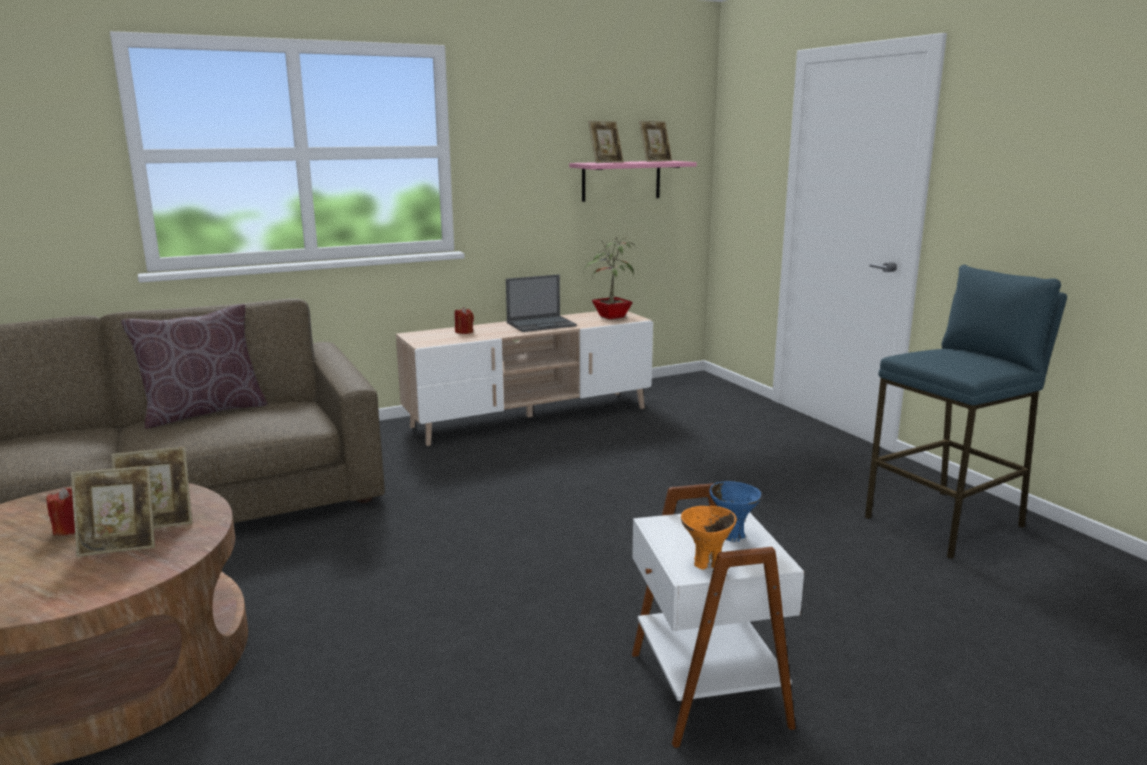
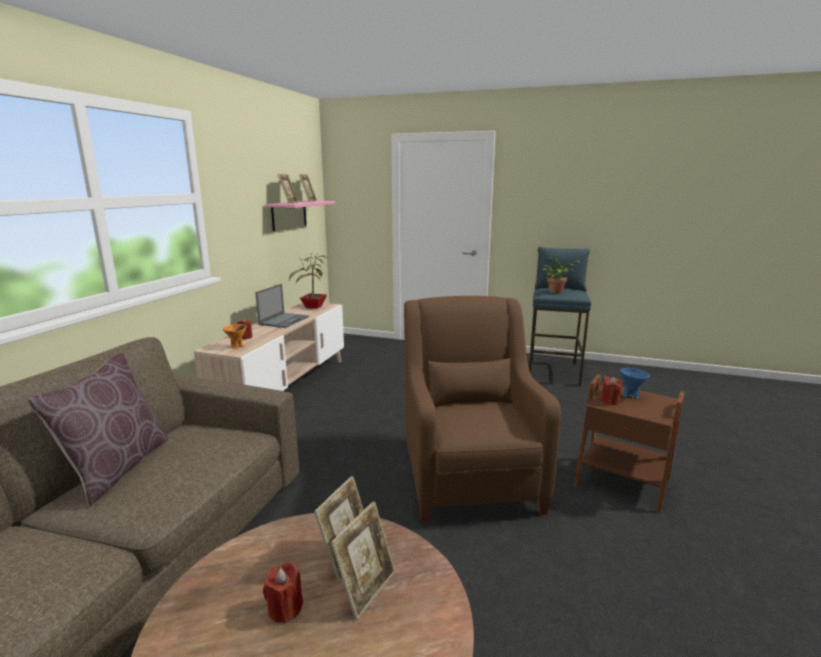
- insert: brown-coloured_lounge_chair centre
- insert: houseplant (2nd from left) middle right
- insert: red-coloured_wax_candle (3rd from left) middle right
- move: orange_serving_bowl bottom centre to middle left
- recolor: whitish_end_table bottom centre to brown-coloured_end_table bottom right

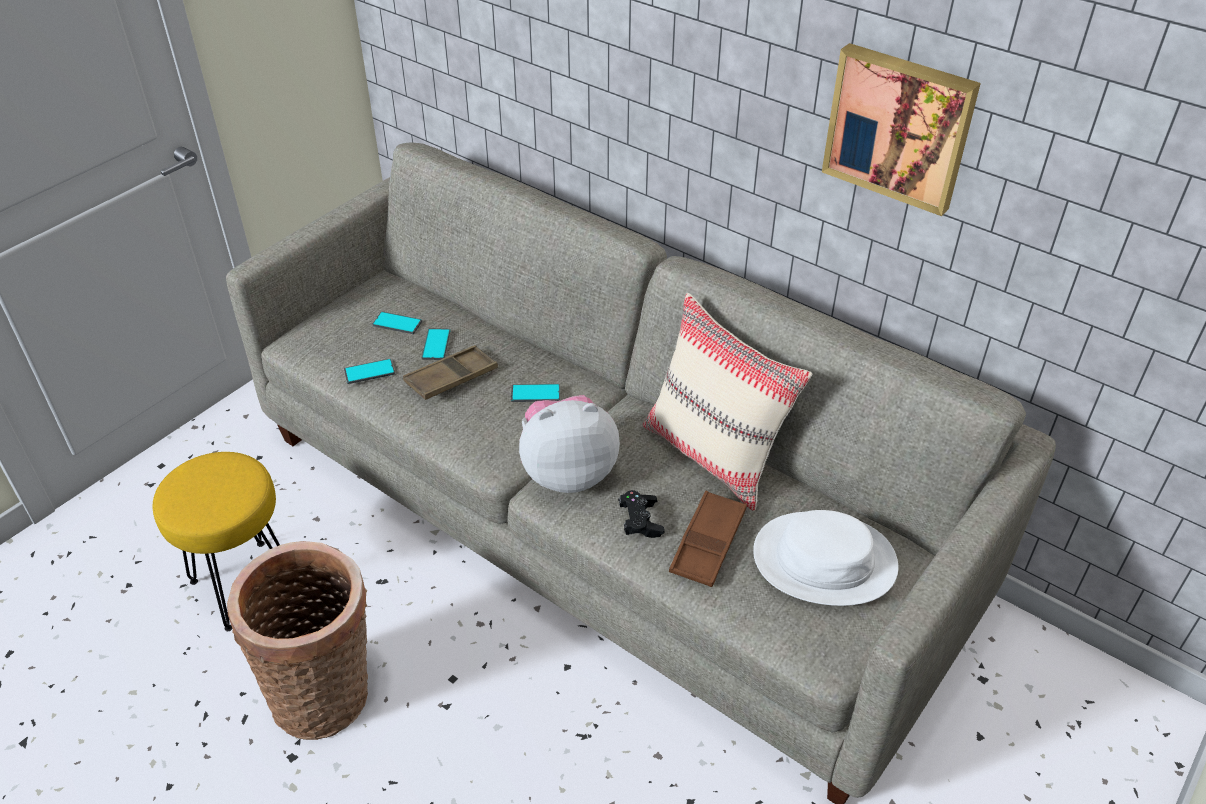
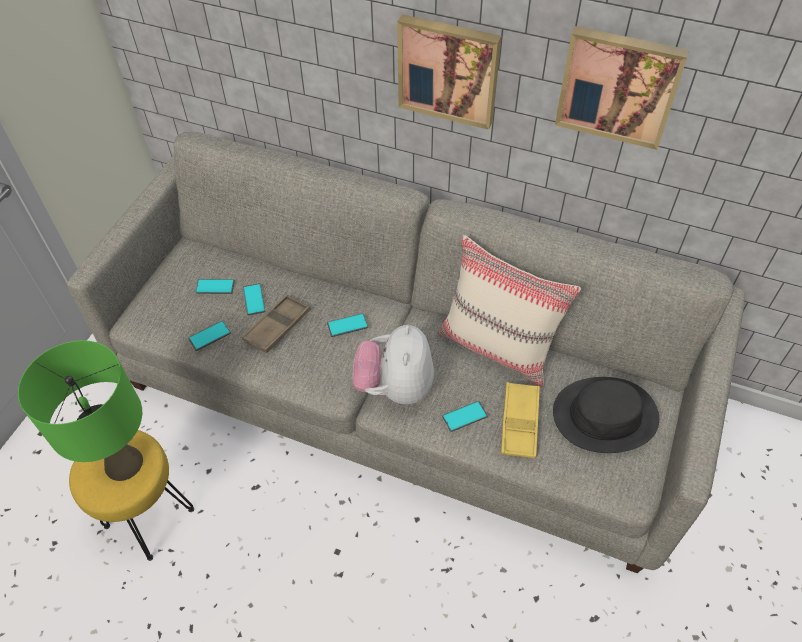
- delete: storage_basket bottom left
- insert: greenish_table_lamp middle left
- insert: wall_picture (1st from left) top centre
- replace: black-coloured_joypad centre to telephone (5th from left) centre
- recolor: brown-coloured_tray (2nd from left) bottom centre to yellow_tray centre
- recolor: whitish_wearable_hat bottom right to black-coloured_wearable_hat middle right
- rotate: cuddly_toy centre = centre 60 degrees counterclockwise

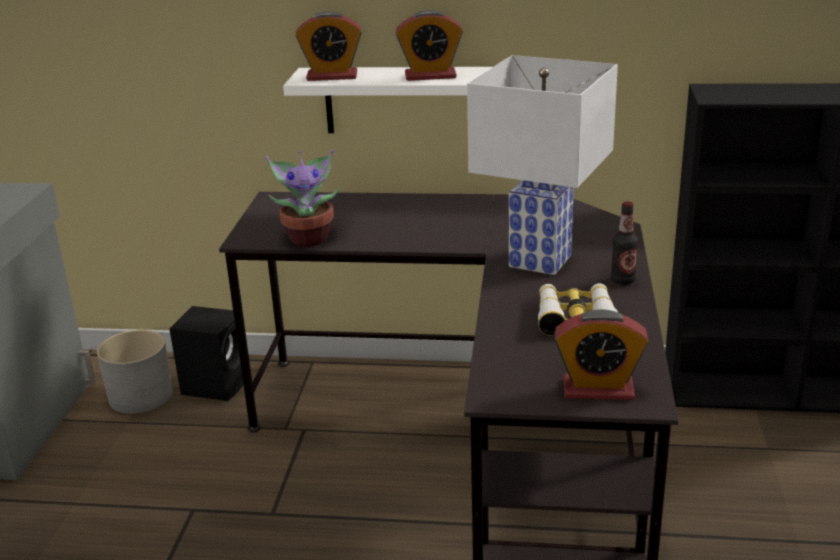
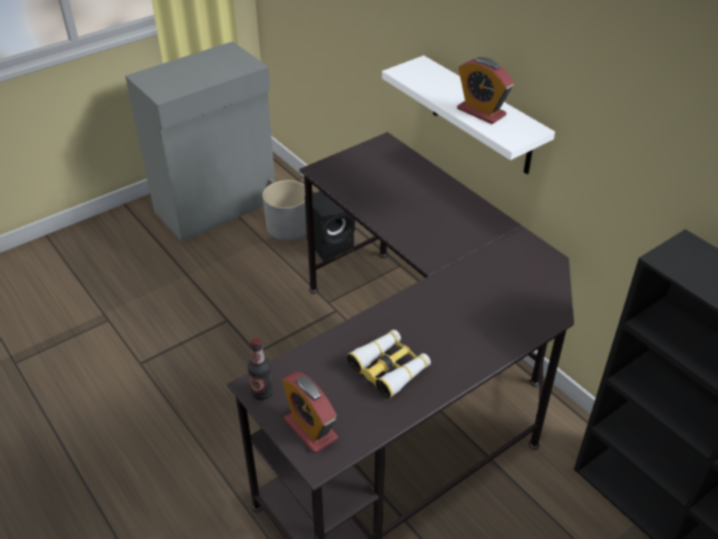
- delete: houseplant centre
- delete: alarm_clock (1st from left) top centre
- delete: whitish_table_lamp top centre
- move: drink_bottle middle right to bottom centre

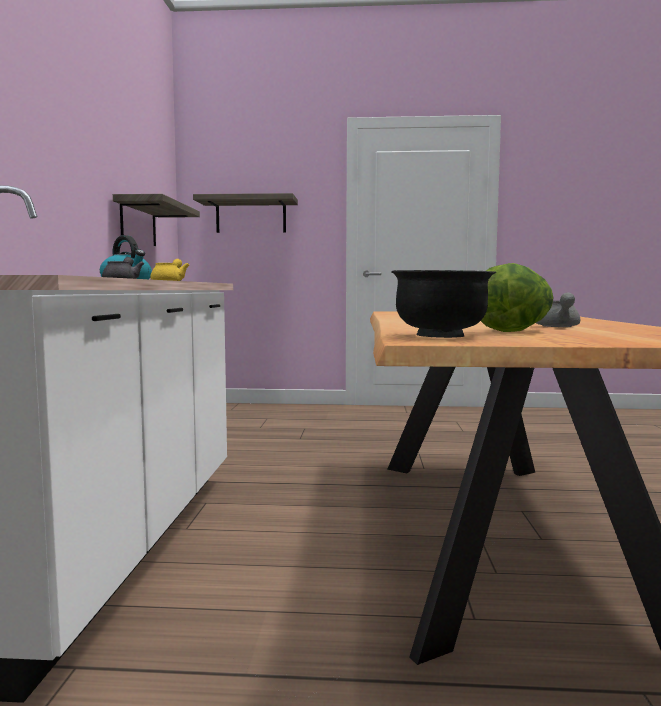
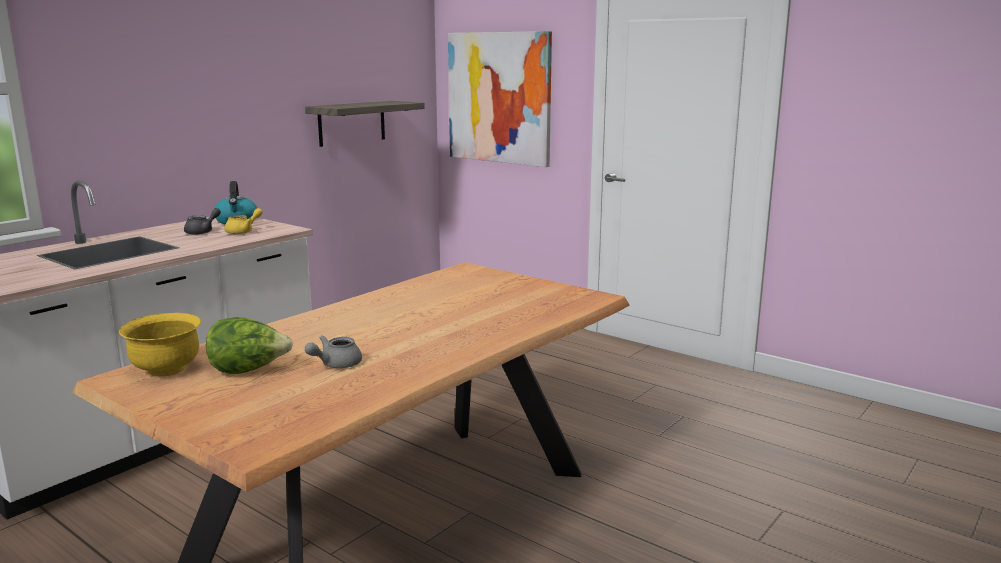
- replace: bracket_shelf (2nd from left) top centre to wall_picture top centre
- recolor: black-coloured_serving_bowl middle right to yellow_serving_bowl middle left

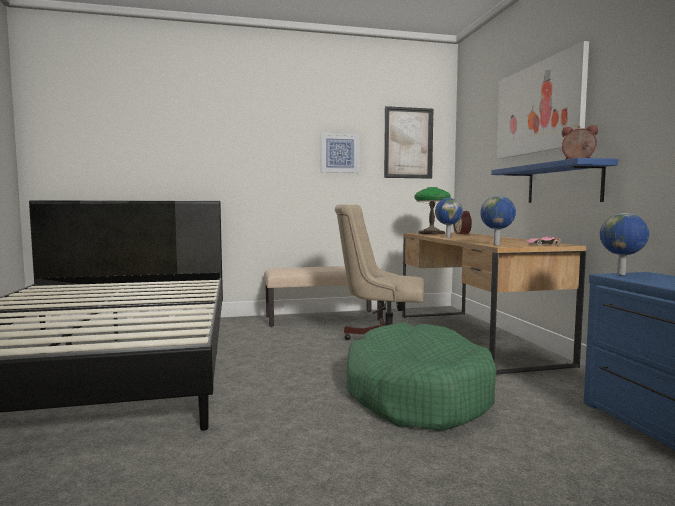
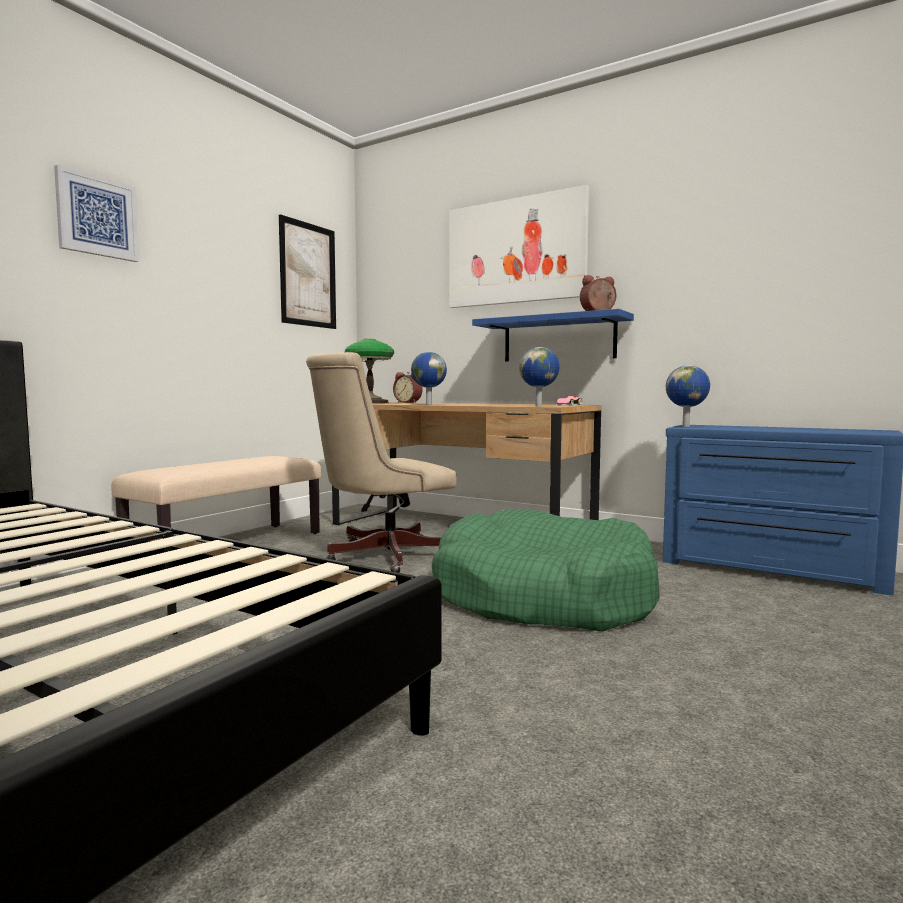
- move: wall_picture (1st from left) top centre to top left

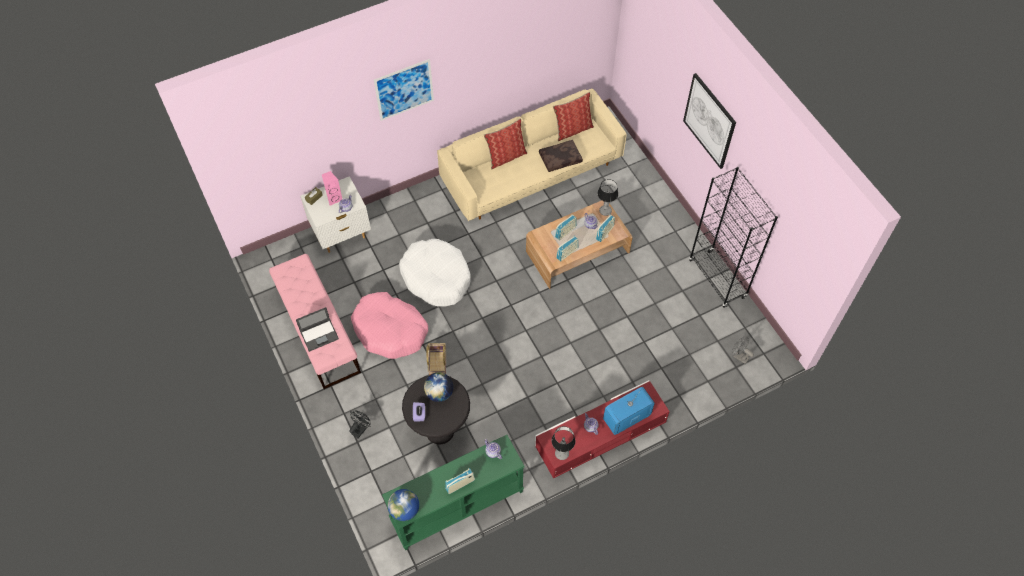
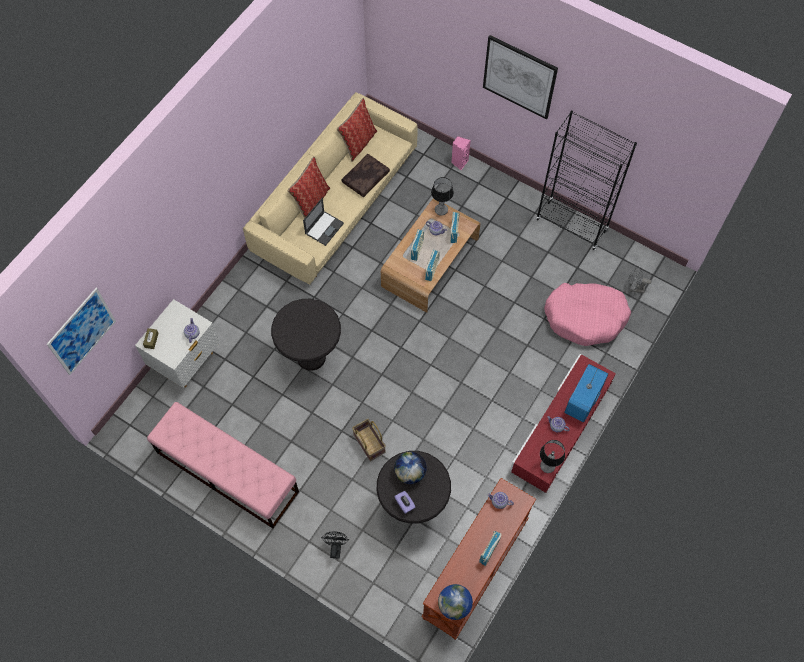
- move: notebook_computer middle left to centre
- move: pinkish_loudspeaker top left to top centre
- move: pinkish_dog_cushion centre to middle right
- move: wall_picture (1st from left) top centre to middle left
- replace: whitish_dog_cushion centre to black-coloured_end_table (1st from left) centre
- recolor: greenish_console_table bottom centre to brown-coloured_console_table bottom centre

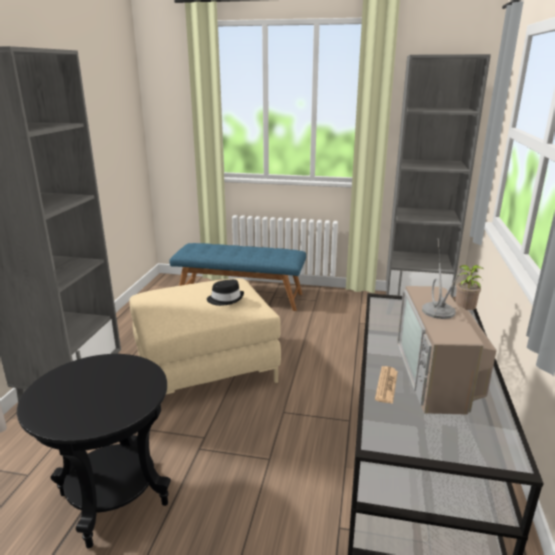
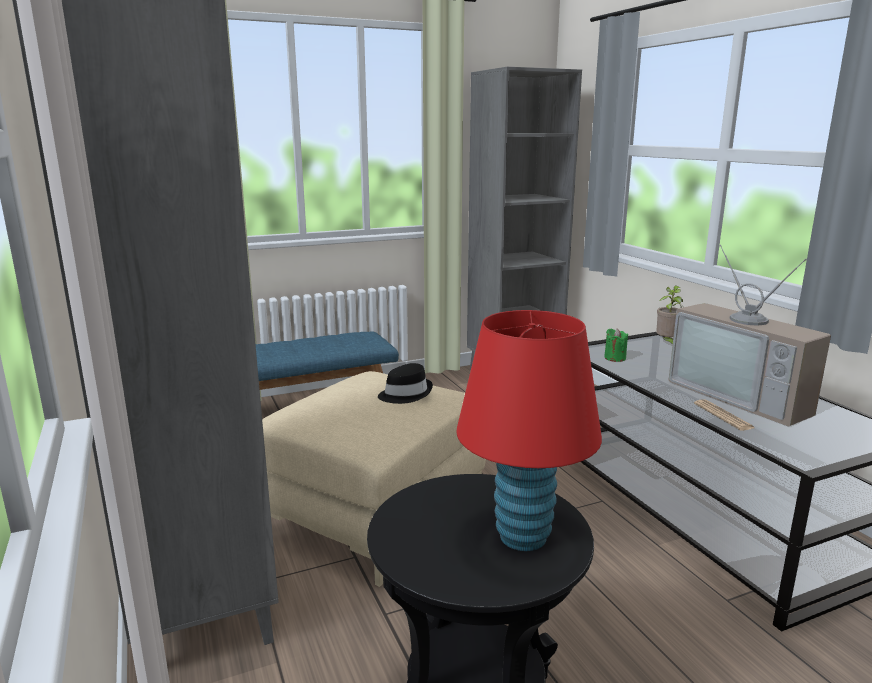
- insert: red-coloured_table_lamp centre
- insert: greenish_wax_candle middle right

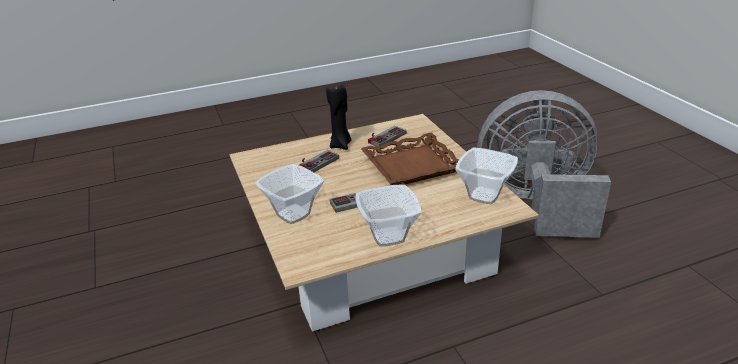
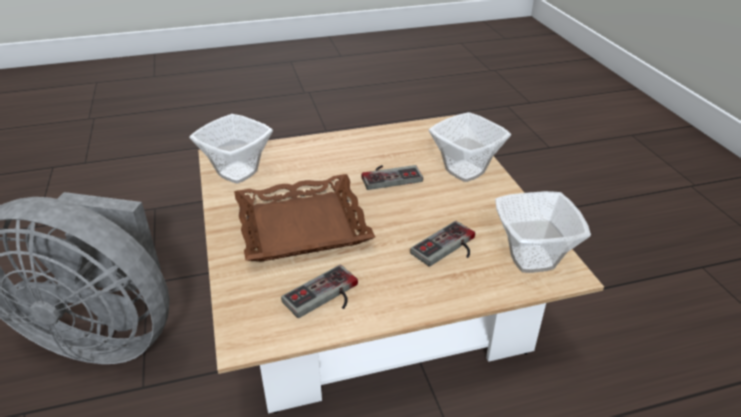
- delete: black-coloured_wax_candle top centre
- move: serving_bowl (2nd from left in the first image) centre to serving_bowl (3rd from left) middle right

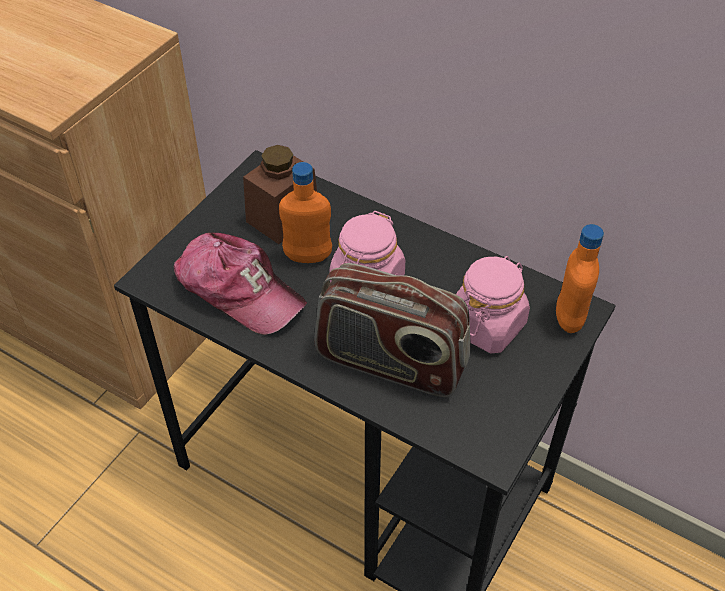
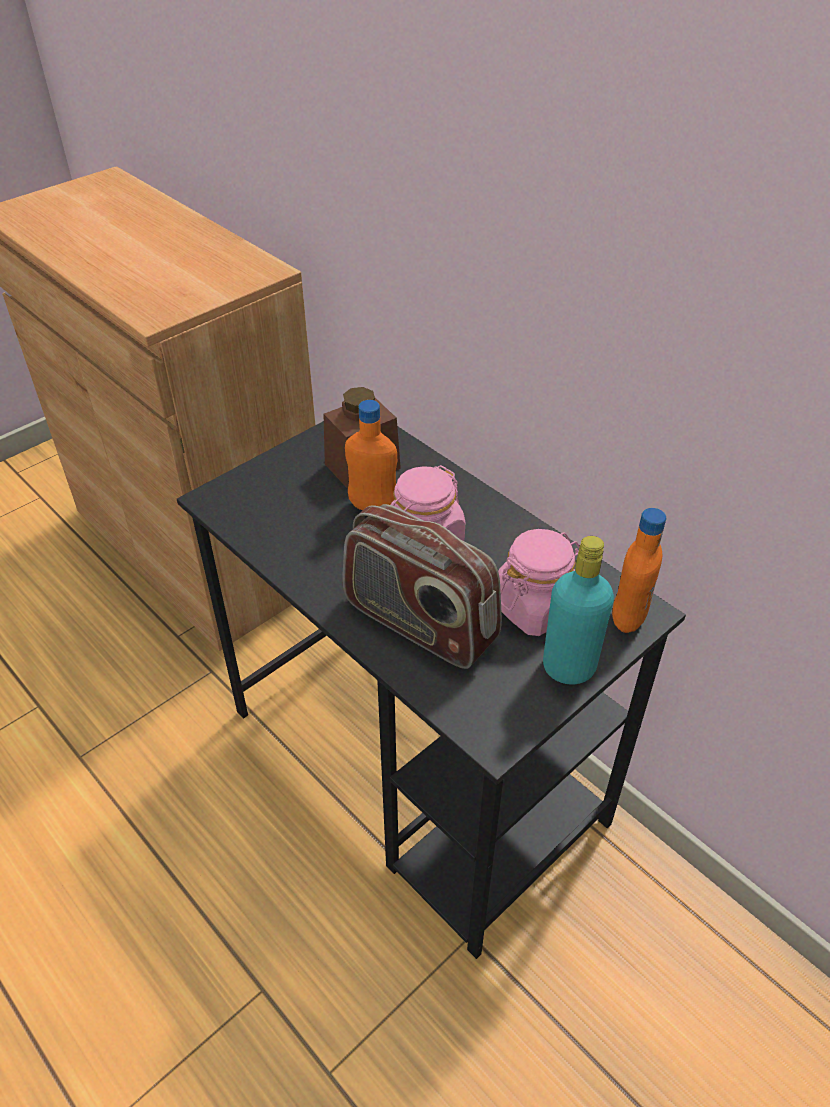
- delete: baseball_cap middle left
- insert: turquoise_drink_bottle middle right

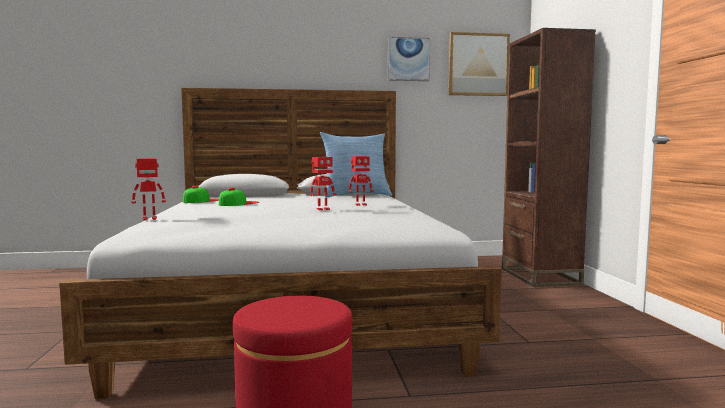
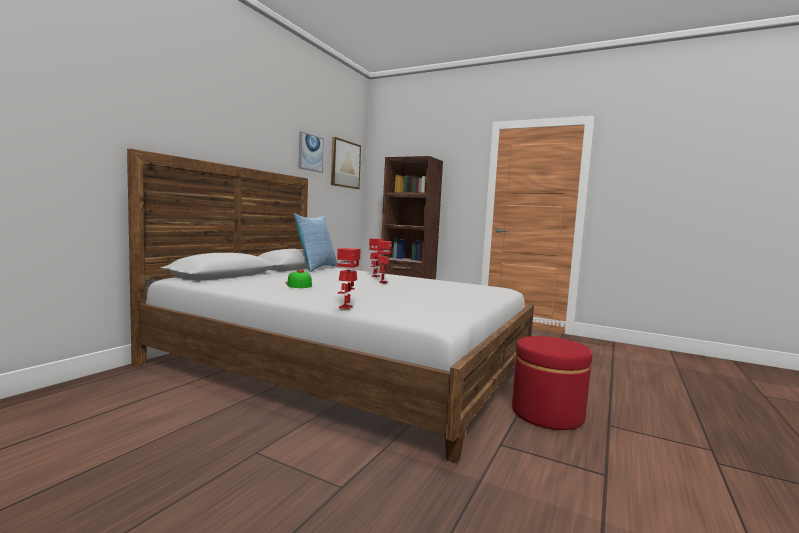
- delete: baseball_cap (1st from left) middle left

